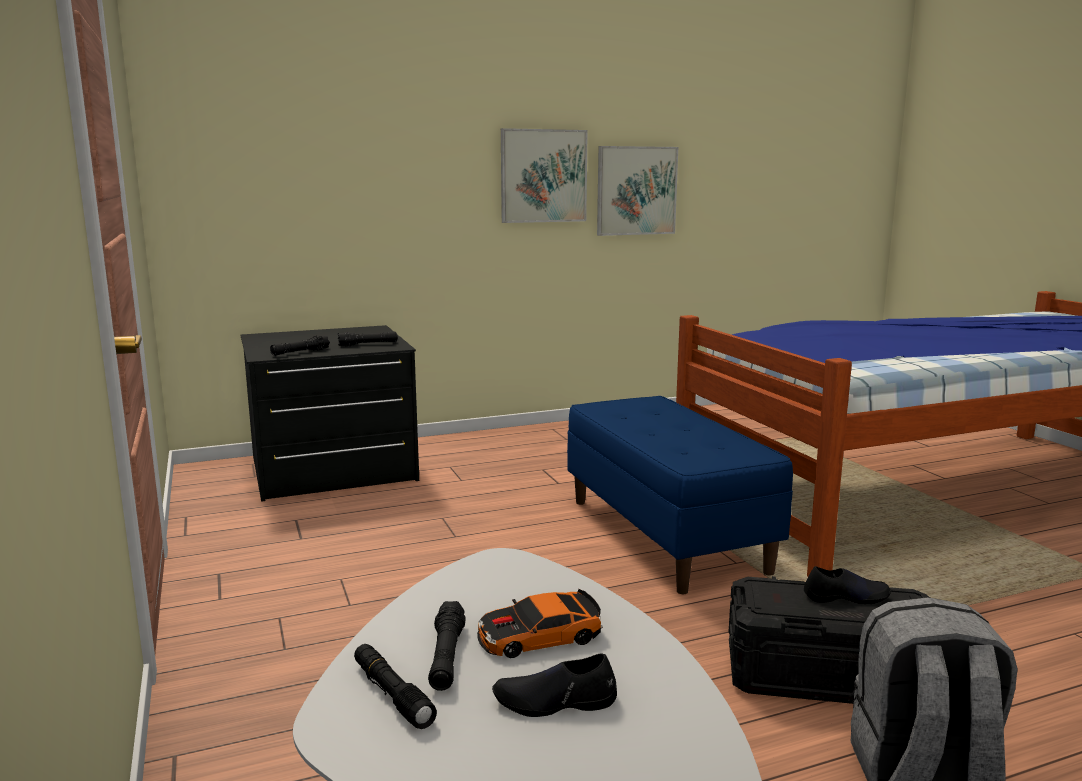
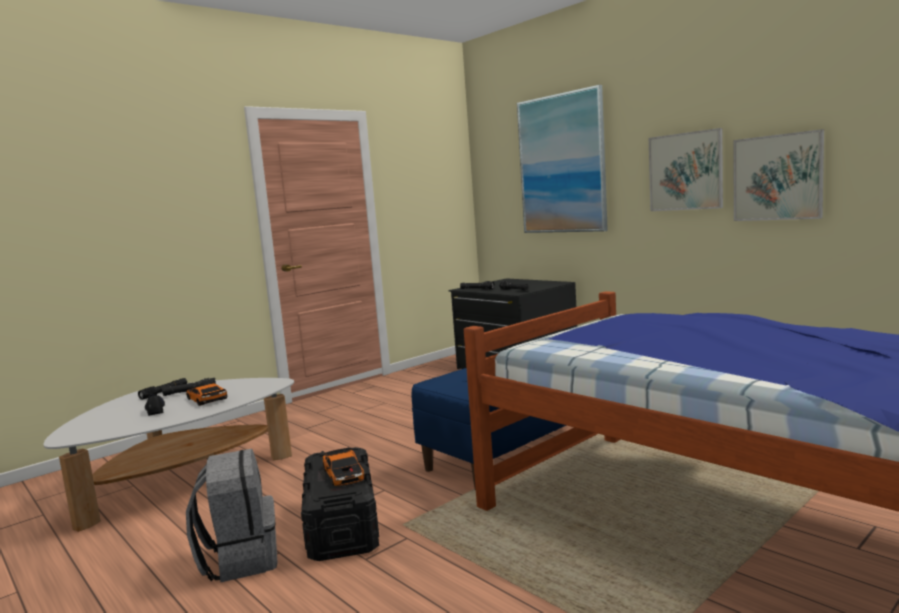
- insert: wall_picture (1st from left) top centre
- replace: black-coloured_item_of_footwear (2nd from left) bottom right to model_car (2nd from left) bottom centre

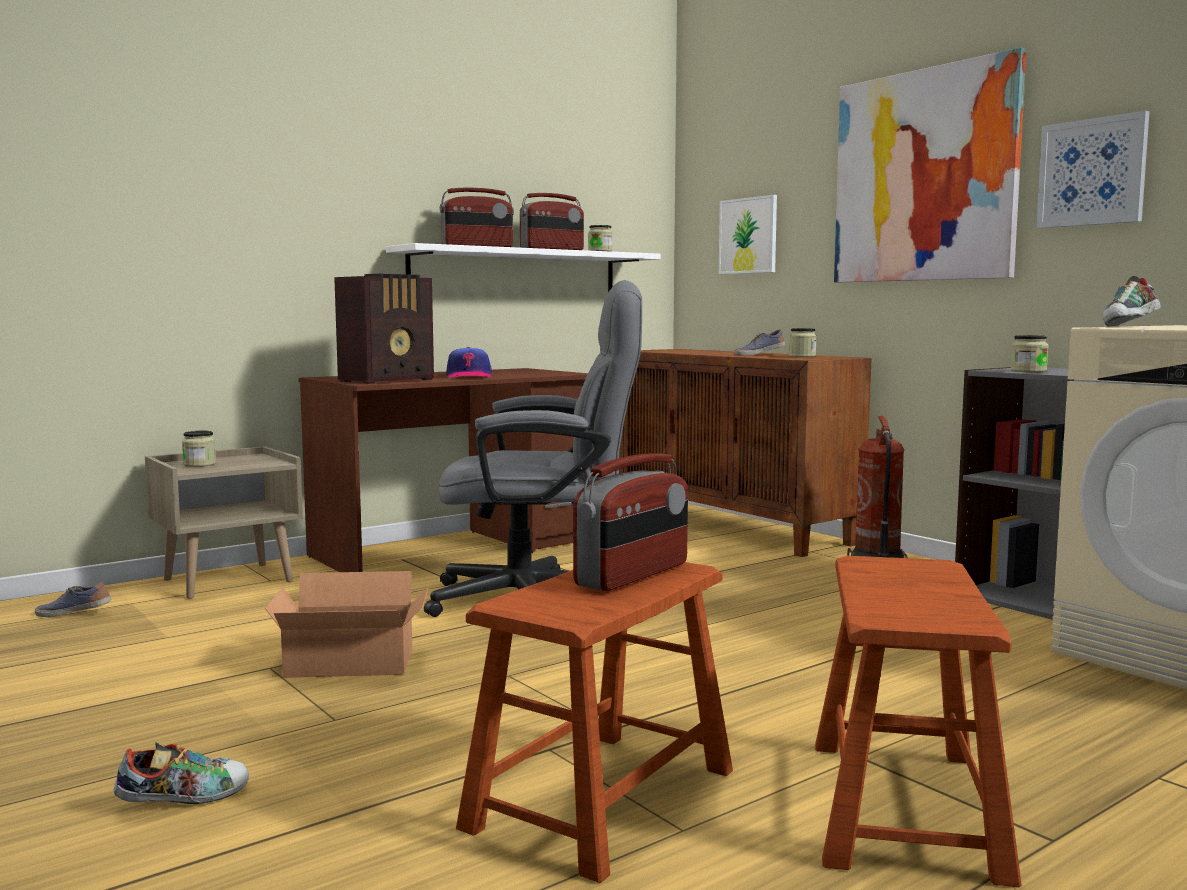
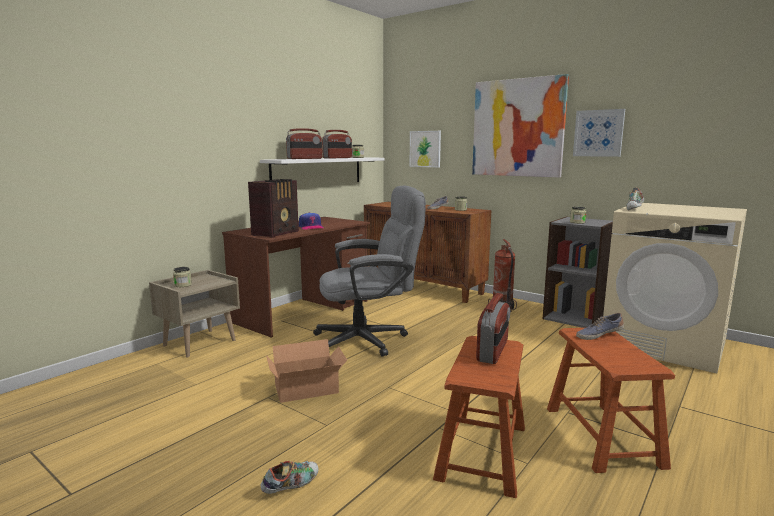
- move: item_of_footwear (1st from left in the first image) bottom left to item_of_footwear (3rd from left) middle right

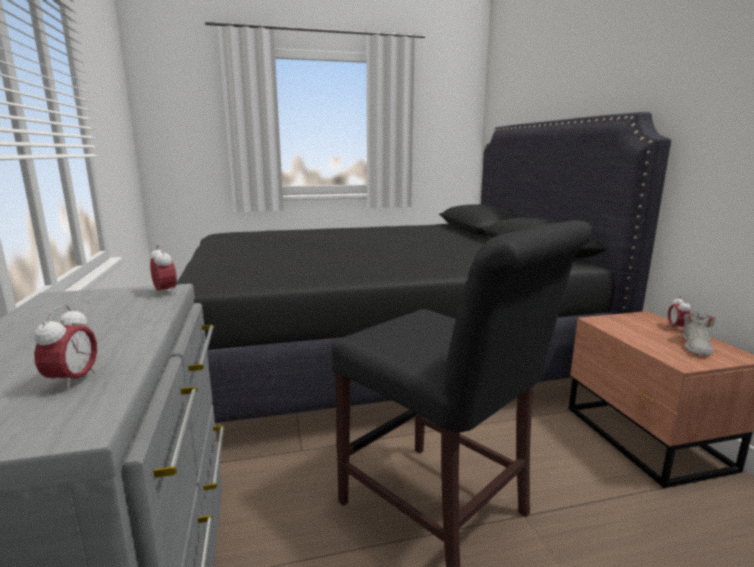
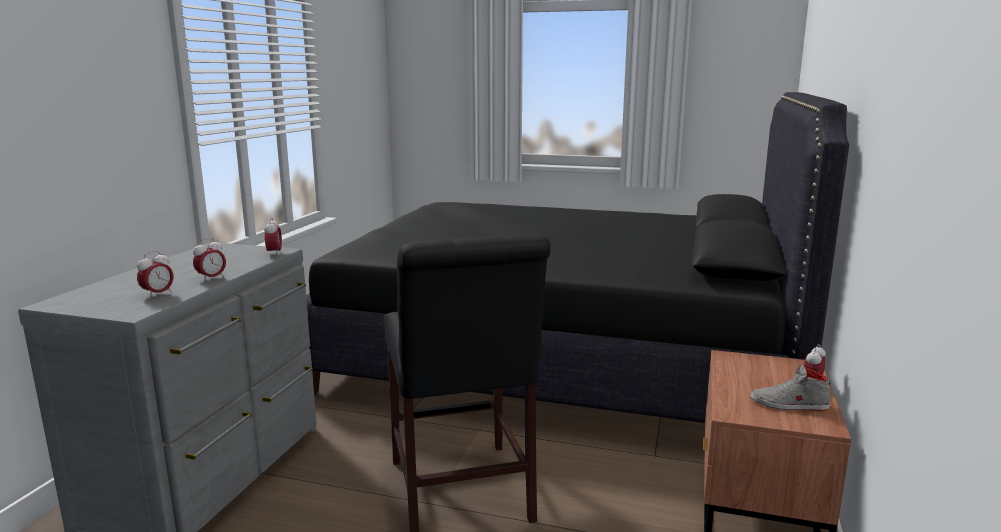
- insert: alarm_clock (2nd from left) middle left
- rotate: grey_item_of_footwear middle right = bottom right 45 degrees clockwise

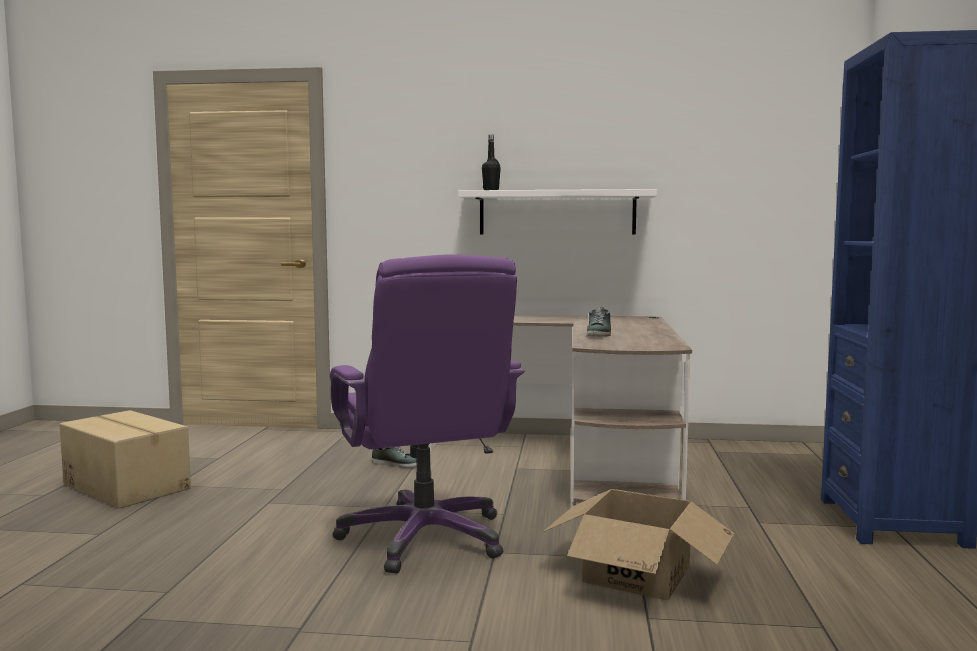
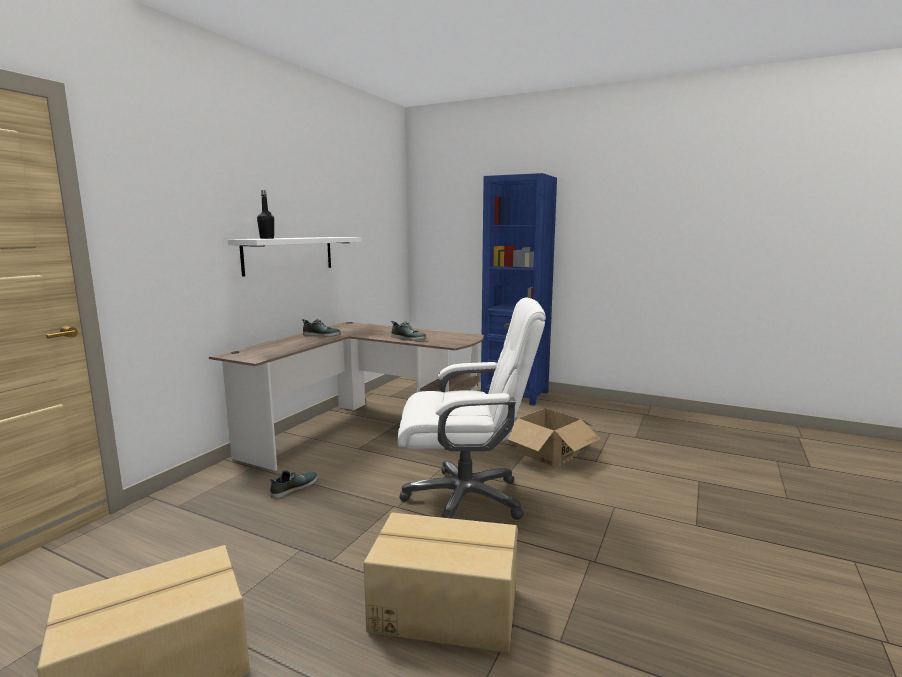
- insert: item_of_footwear (2nd from left) centre
- insert: cardboard_box (2nd from left) bottom centre
- recolor: purple-coloured_desk_chair centre to whitish_desk_chair centre

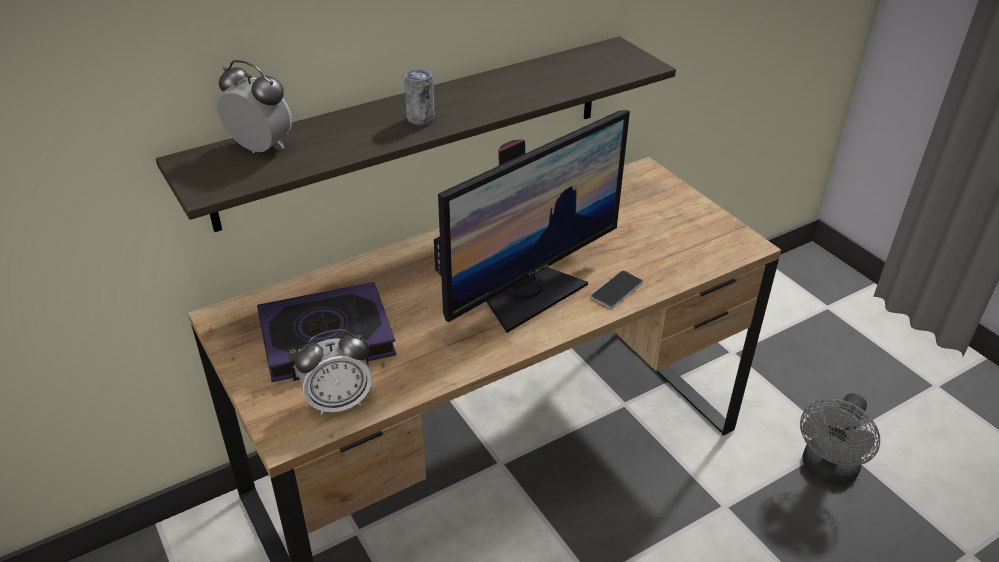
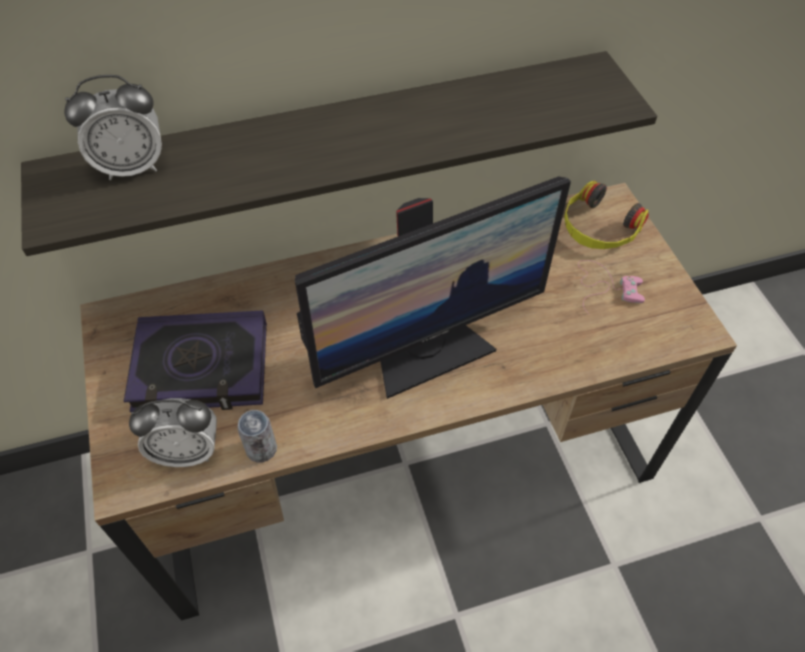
- delete: telephone centre
- delete: grey_fan bottom right
- insert: headphones top right
- insert: pinkish_joypad middle right
- move: can top centre to bottom left
- rotate: alarm_clock (1st from left) top left = top left 120 degrees clockwise

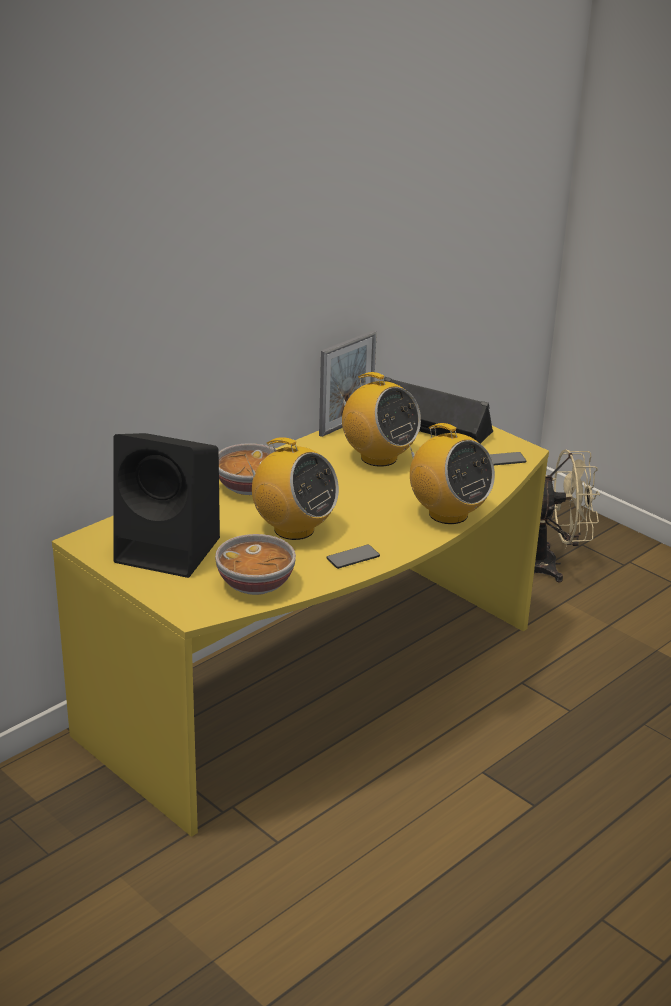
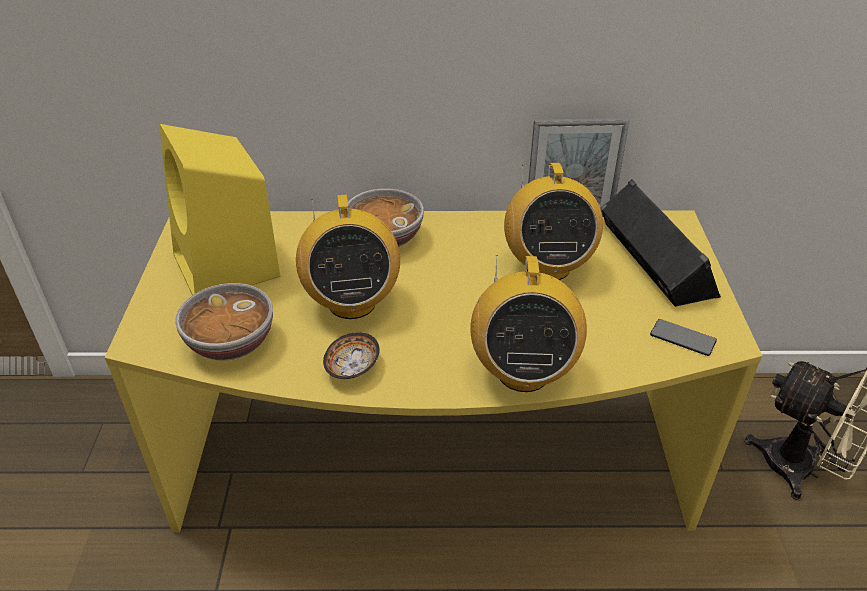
- replace: telephone (1st from left) centre to serving_bowl (2nd from left) centre
- recolor: black-coloured_loudspeaker (1st from left) middle left to yellow_loudspeaker middle left

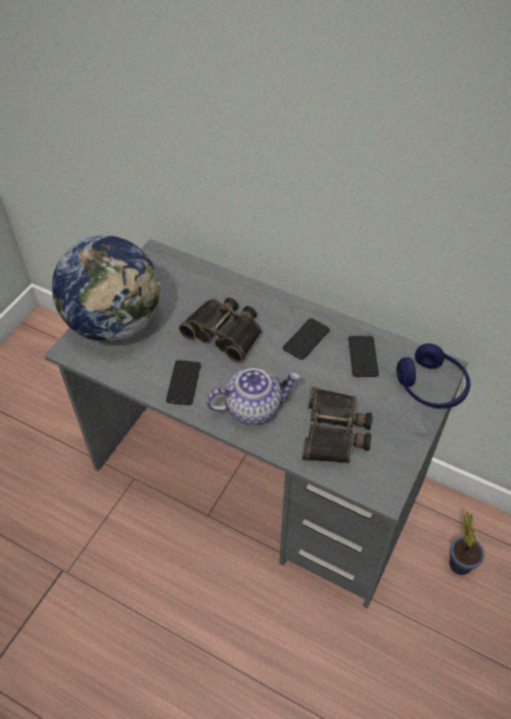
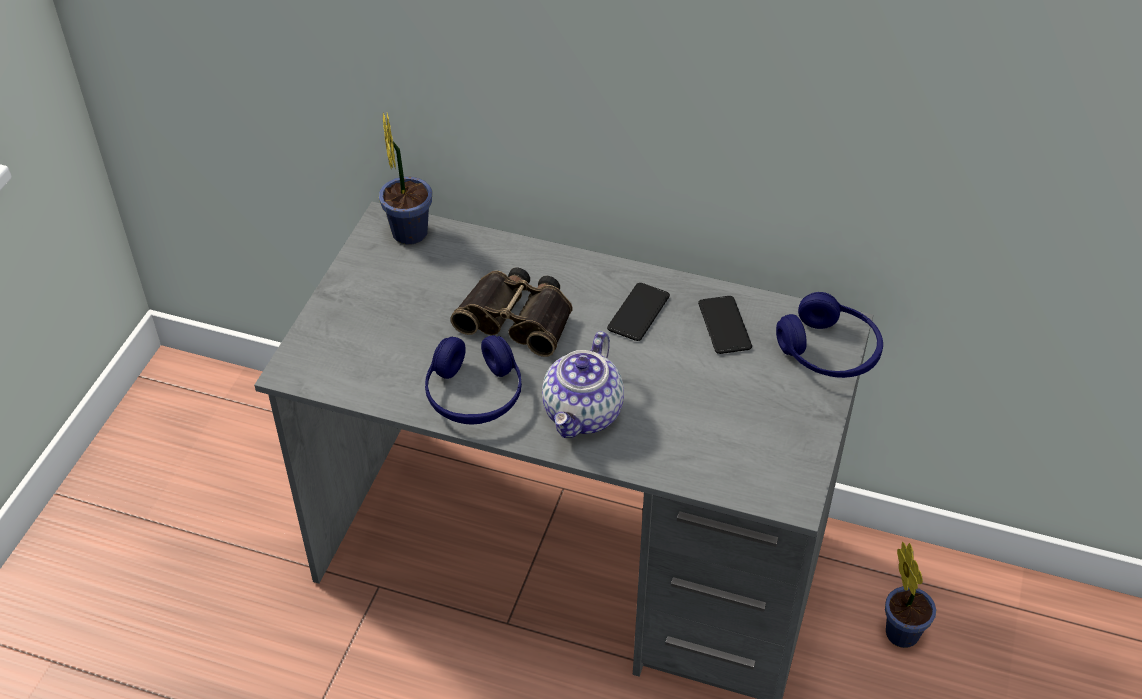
- delete: desk_globe middle left
- delete: binoculars (2nd from left) centre
- insert: houseplant (1st from left) top centre
- replace: telephone (1st from left) centre to blue-coloured_headphones (1st from left) centre
- rotate: pot_for_tea centre = centre 135 degrees clockwise

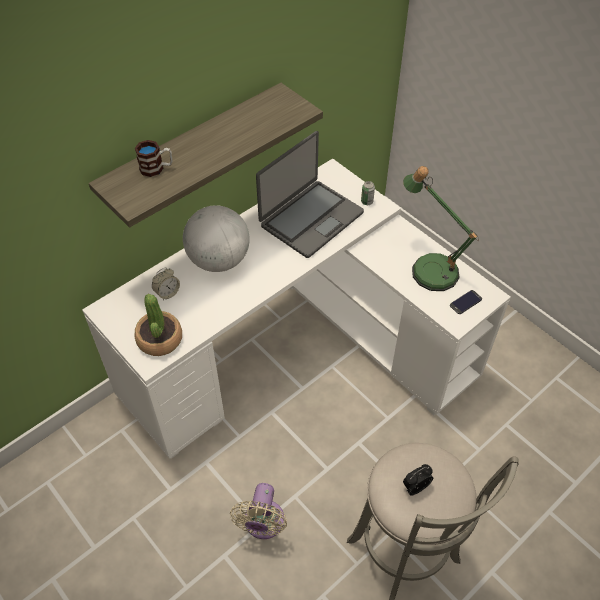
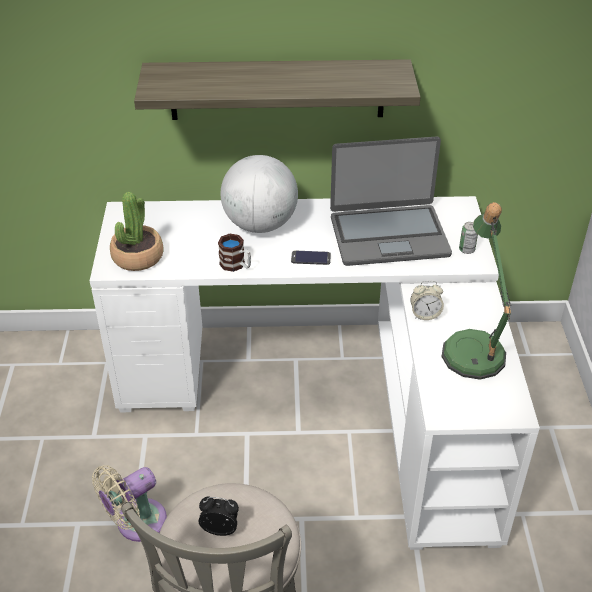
- move: coffee_mug top left to centre
- move: alarm_clock (1st from left in the first image) middle left to alarm_clock (2nd from left) middle right
- move: telephone middle right to centre

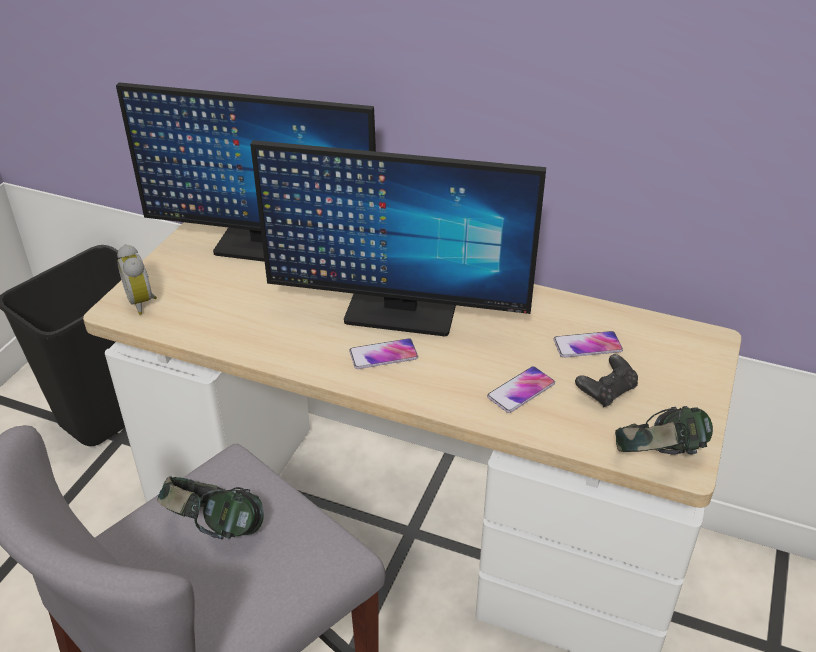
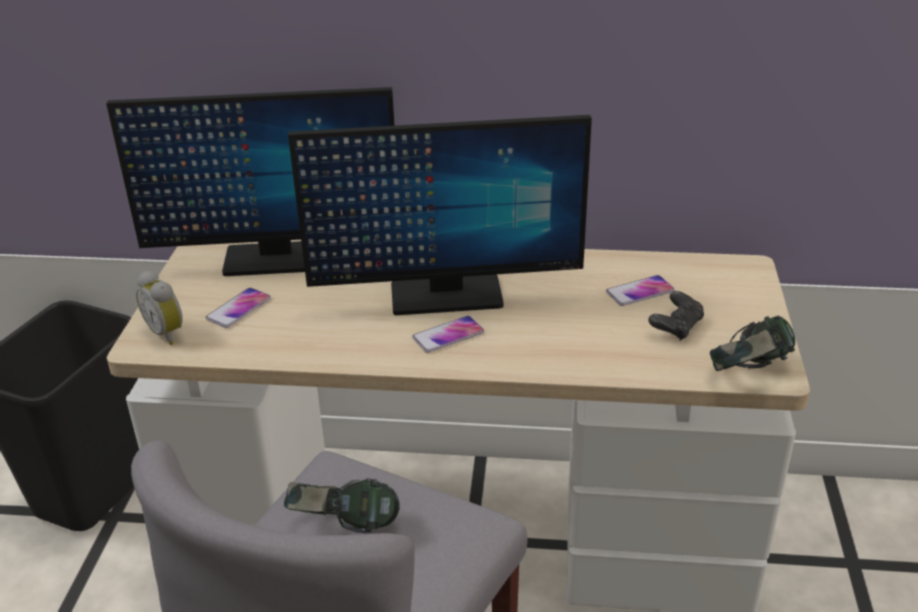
- move: telephone (2nd from left in the first image) centre to telephone (1st from left) middle left

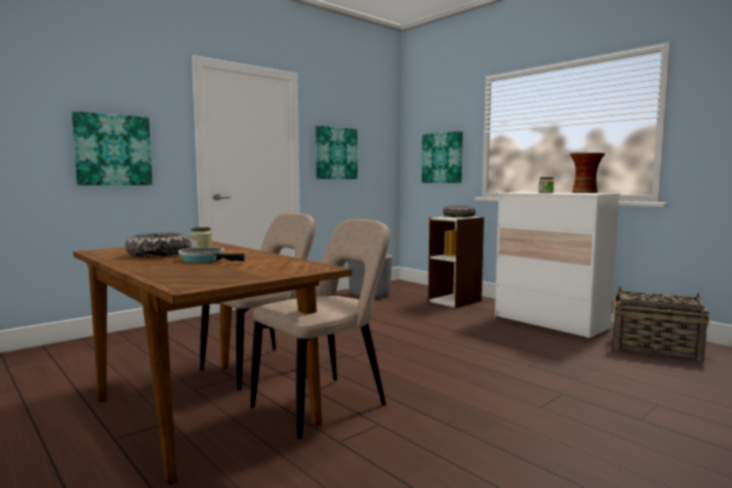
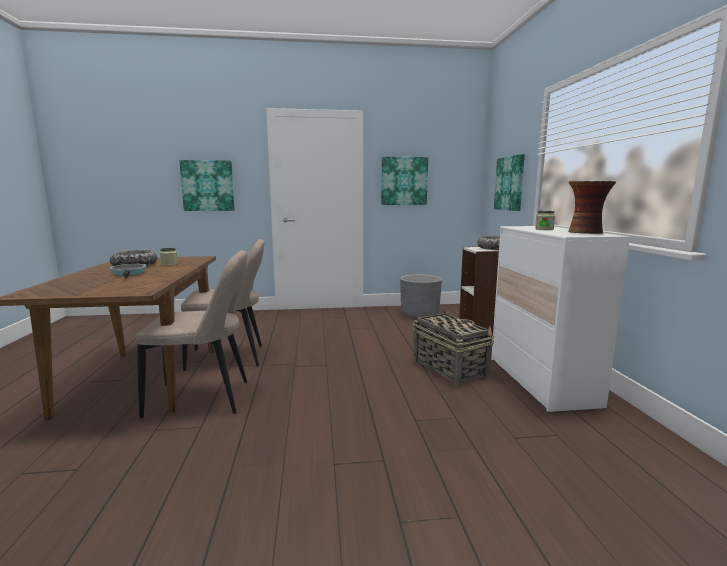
- move: storage_basket middle right to centre

